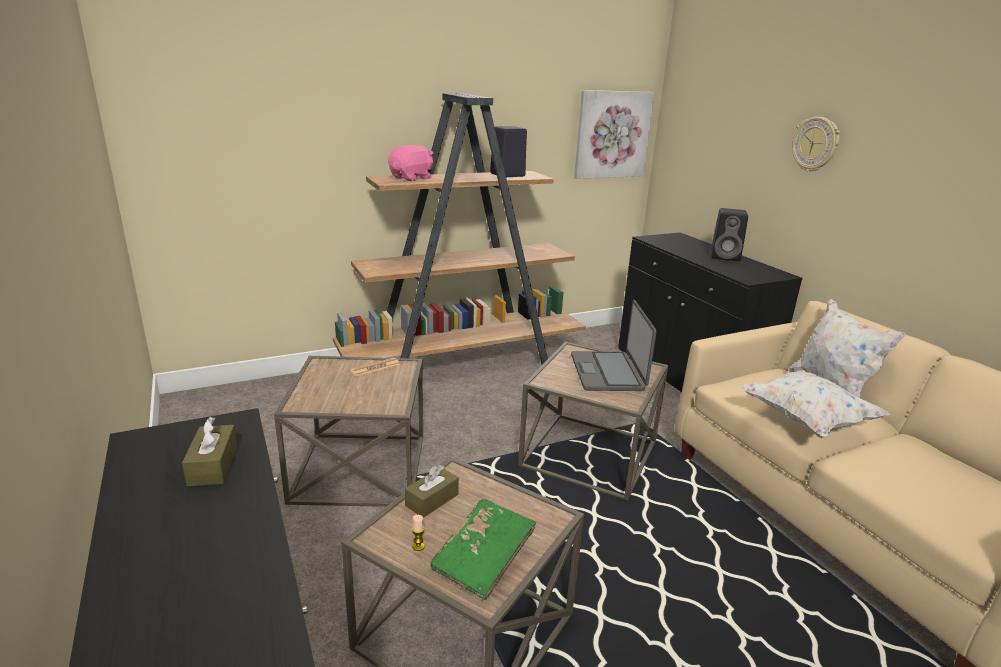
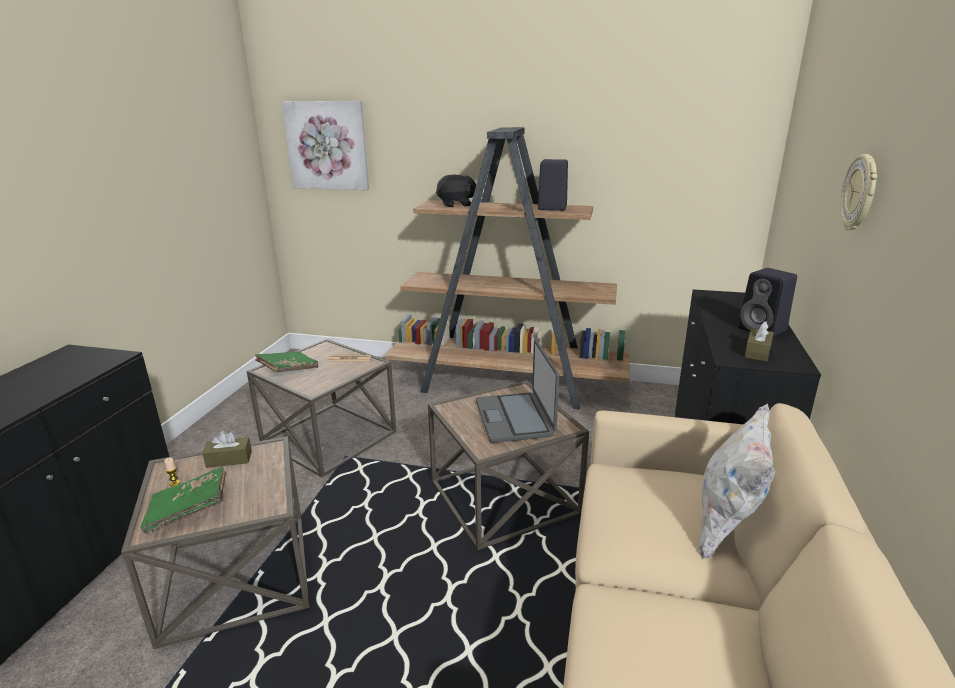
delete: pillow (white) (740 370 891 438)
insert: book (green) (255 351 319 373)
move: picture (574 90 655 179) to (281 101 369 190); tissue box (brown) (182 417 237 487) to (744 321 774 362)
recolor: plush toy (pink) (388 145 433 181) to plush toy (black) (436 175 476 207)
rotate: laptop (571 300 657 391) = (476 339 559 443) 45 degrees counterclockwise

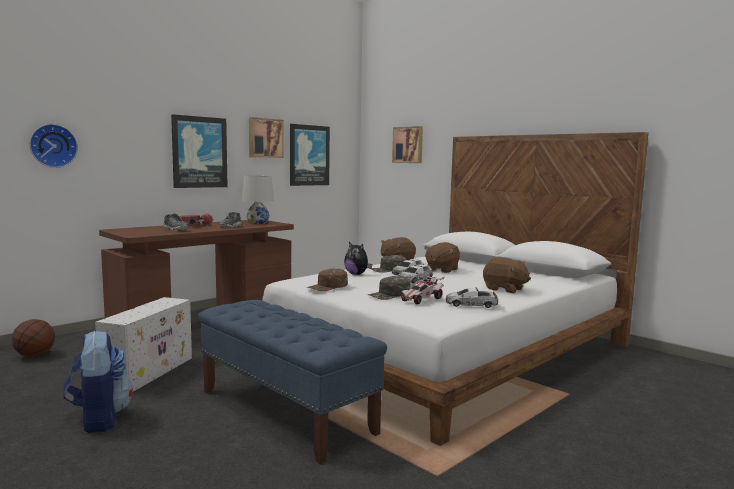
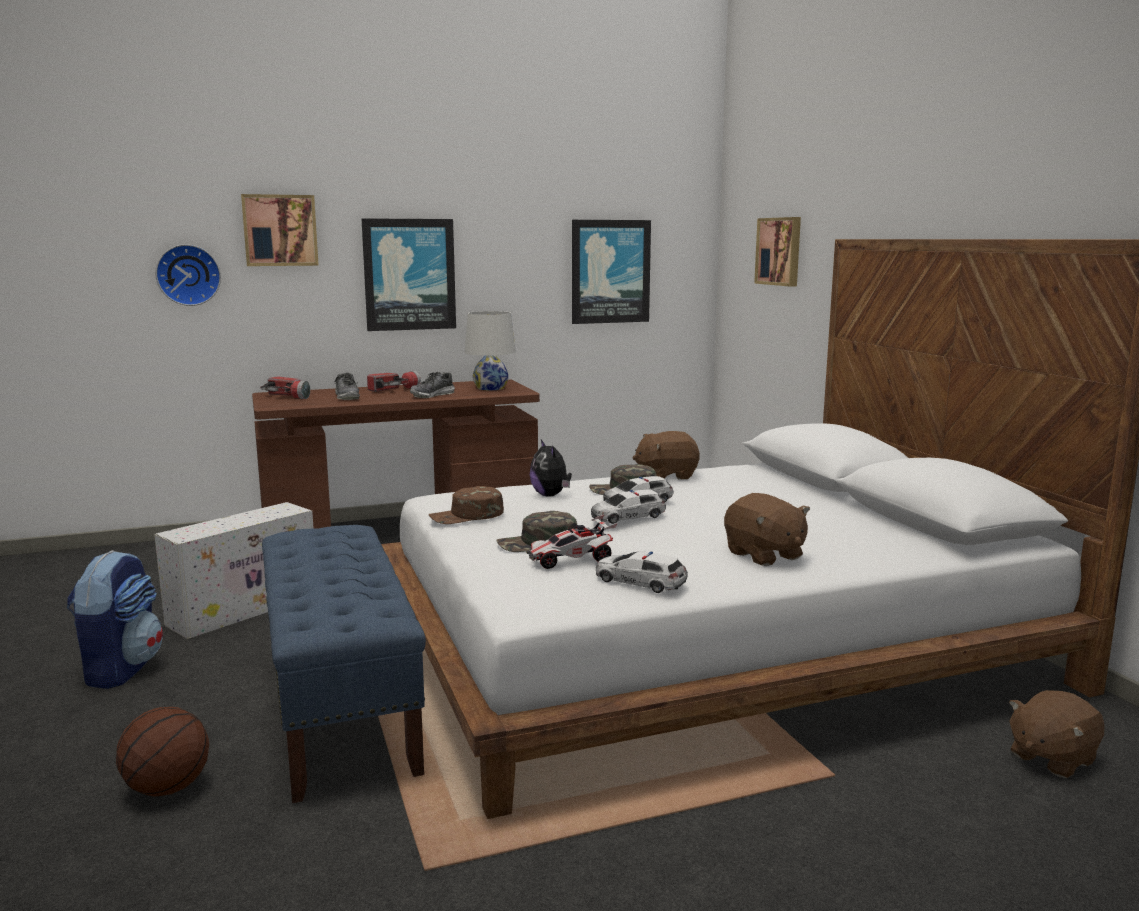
insert: flashlight (261 376 310 399)
move: basketball (11 319 55 357) to (116 707 209 796); picture (249 117 284 158) to (241 194 319 266); plush toy (brown) (424 242 460 273) to (1009 690 1105 778)

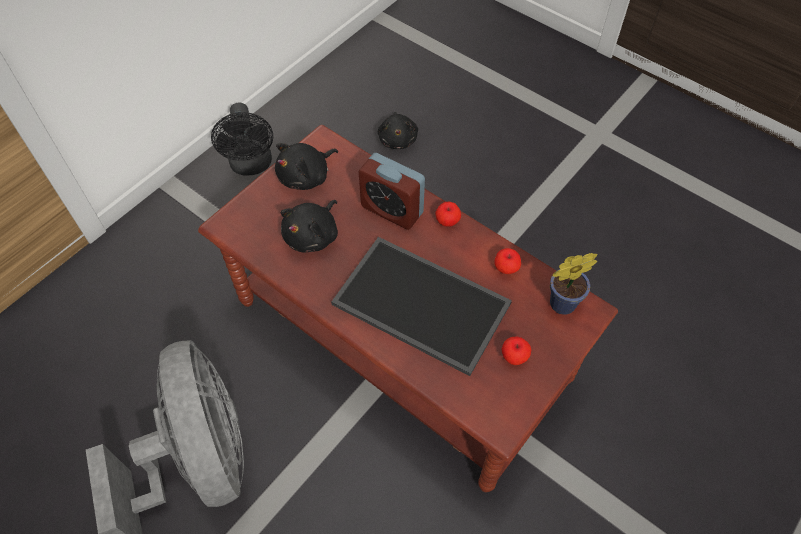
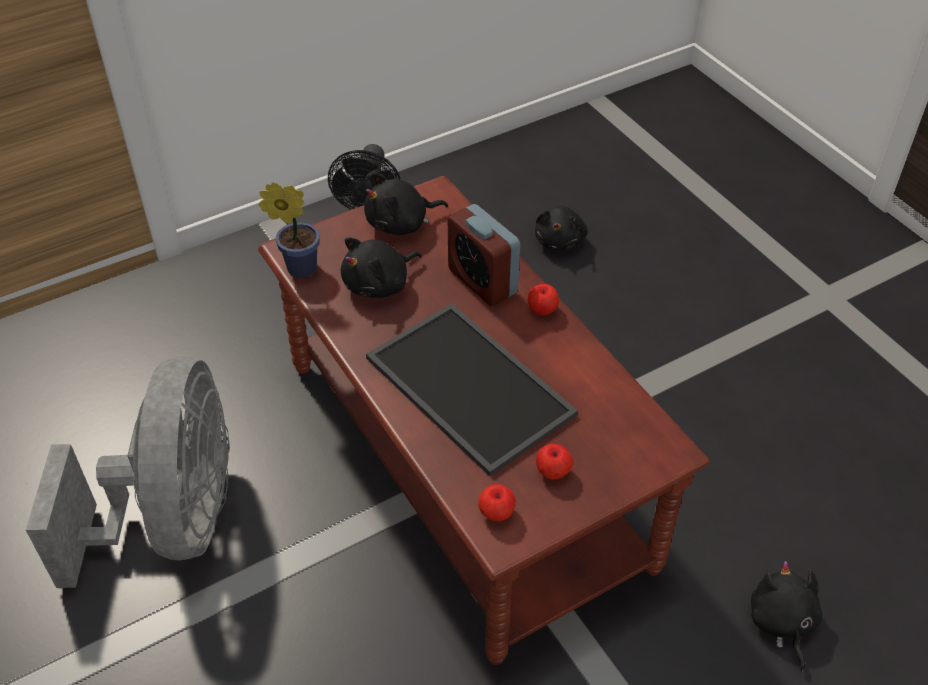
insert: plush toy (black) (751 561 823 672)
move: potted plant (550 253 597 315) to (259 182 320 278); apple (494 248 521 274) to (478 484 516 521)

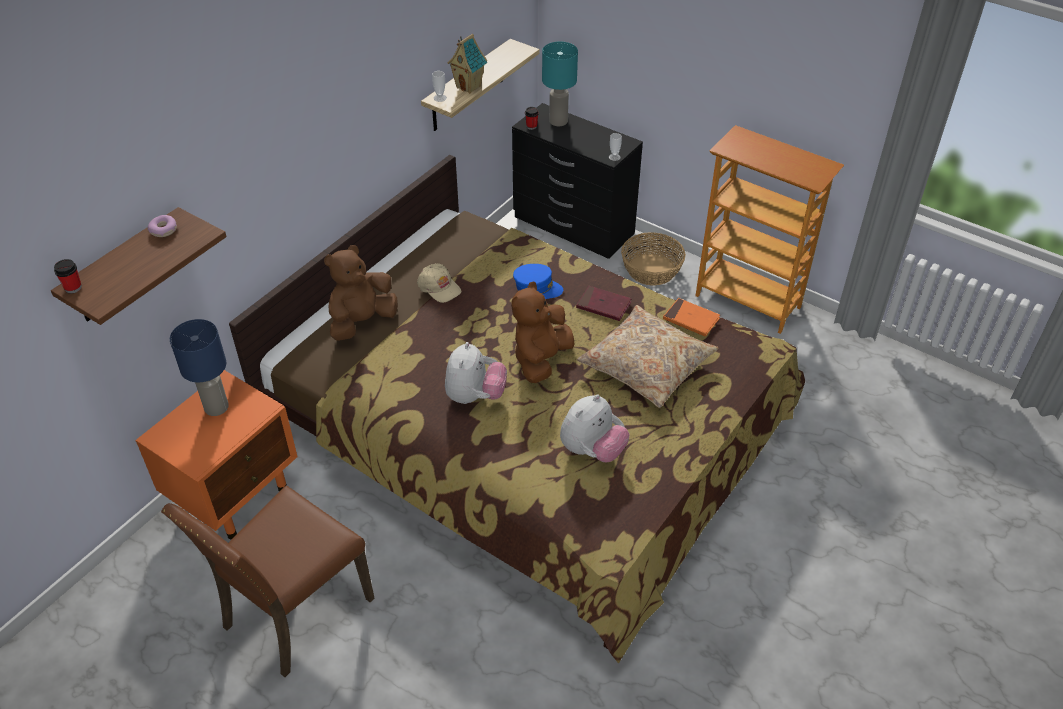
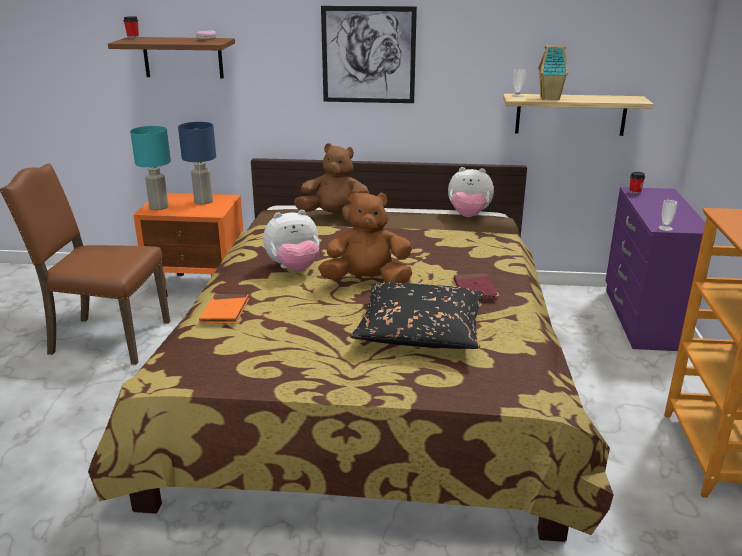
delete: cap (beige) (417 263 461 303); cap (blue) (513 264 563 299); basket (621 233 686 286)
insert: picture (321 6 417 103)
move: table lamp (turquoise) (542 42 578 126) to (130 126 171 210); book (orange) (663 298 720 337) to (199 294 249 323); plush toy (560 394 630 462) to (448 167 494 217)
recolor: pillow (beige) (577 305 719 408) to pillow (black) (350 282 484 349); dresser (black) (512 103 643 259) to dresser (purple) (606 187 716 351)

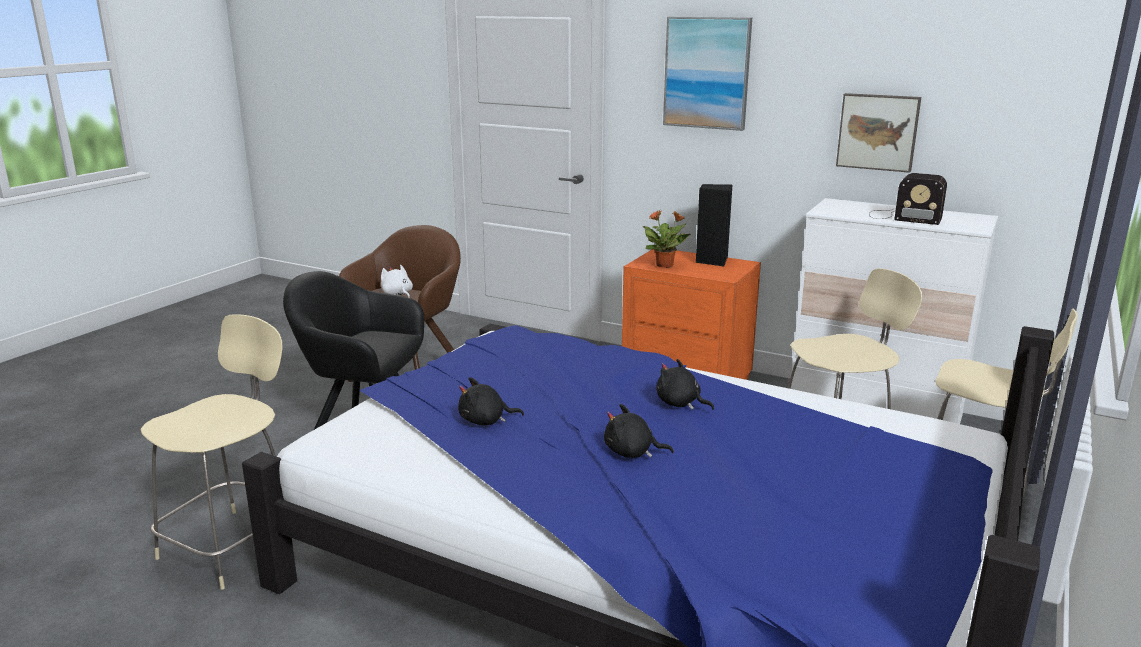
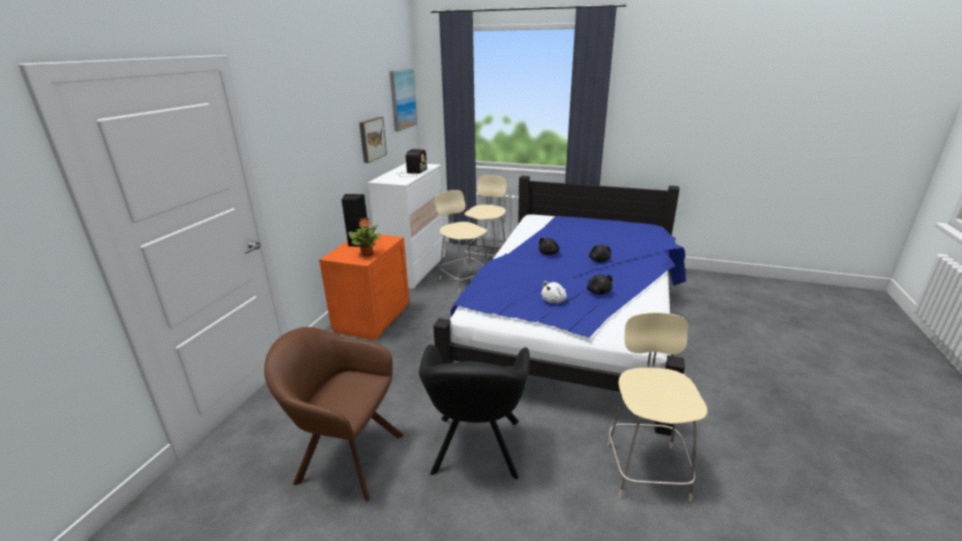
move: picture (663 17 752 131) to (390 69 417 132); plush toy (white) (381 265 413 298) to (541 281 567 303)
rotate: chair (beige) (141 314 282 590) = (607 312 708 501) 75 degrees clockwise

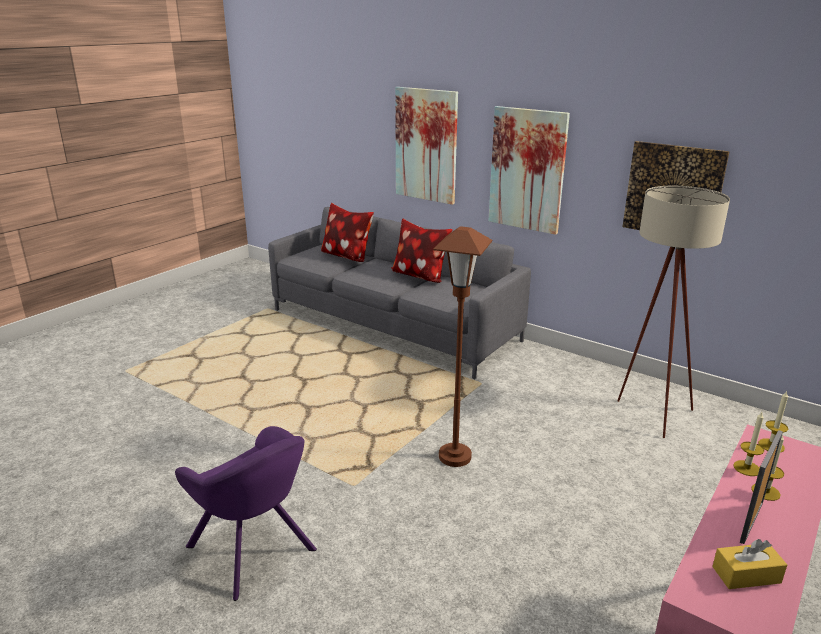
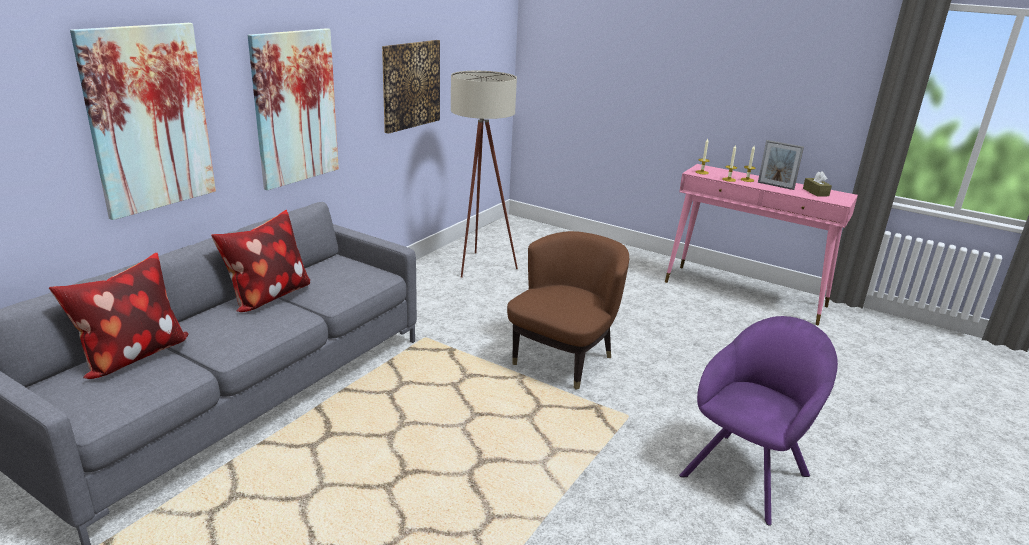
replace: floor lamp (brown) (433 226 492 467) to armchair (brown) (507 231 629 390)
recolor: tissue box (yellow) (712 539 787 589) to tissue box (brown) (803 171 832 197)

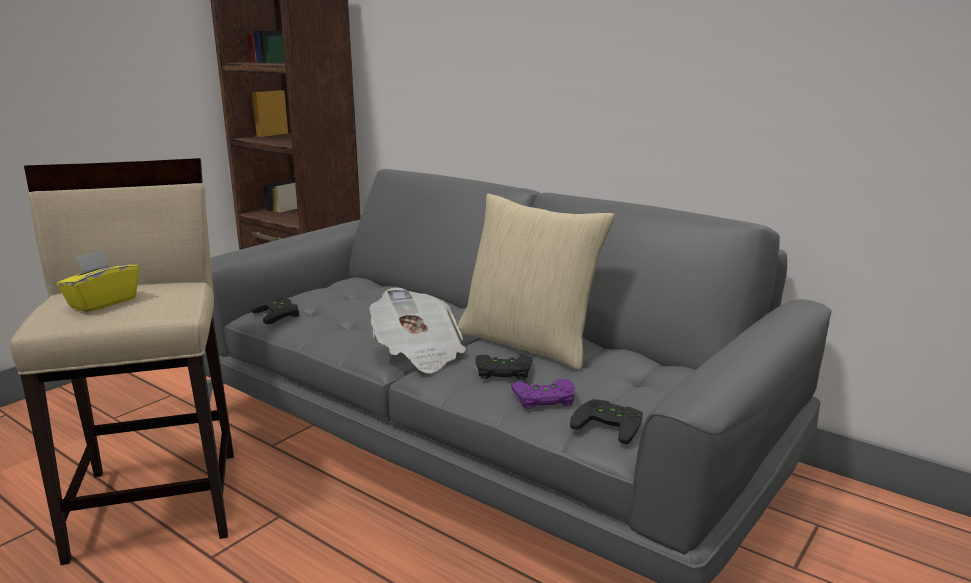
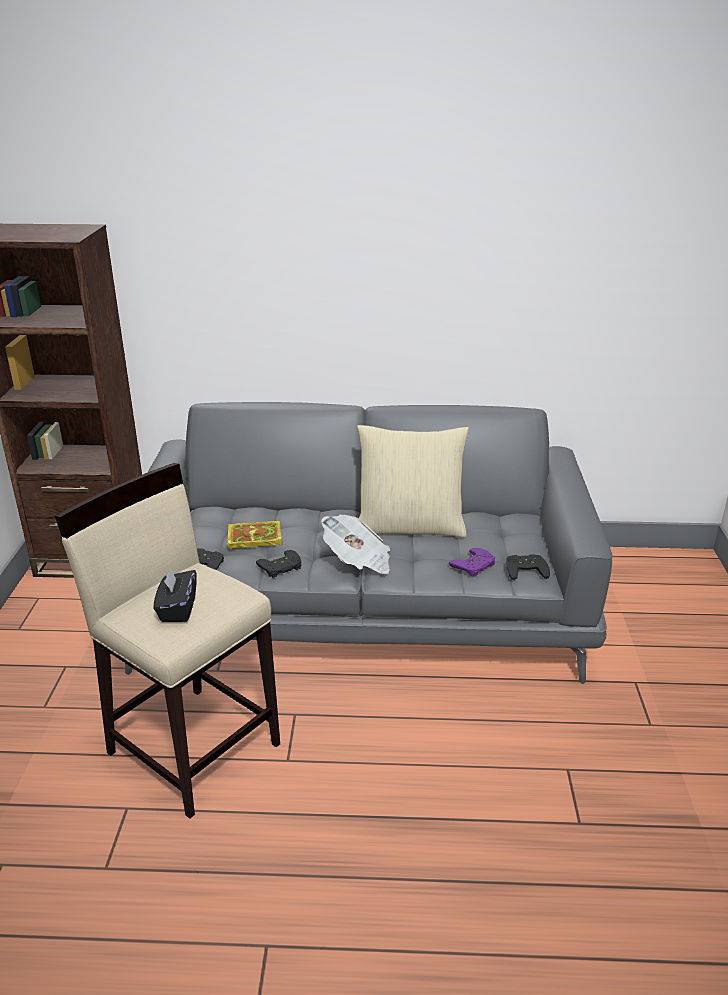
insert: book (227 521 283 549)
move: game controller (black) (475 355 533 380) to (256 550 301 578)
recolor: tissue box (yellow) (56 250 139 313) to tissue box (black) (154 567 196 622)

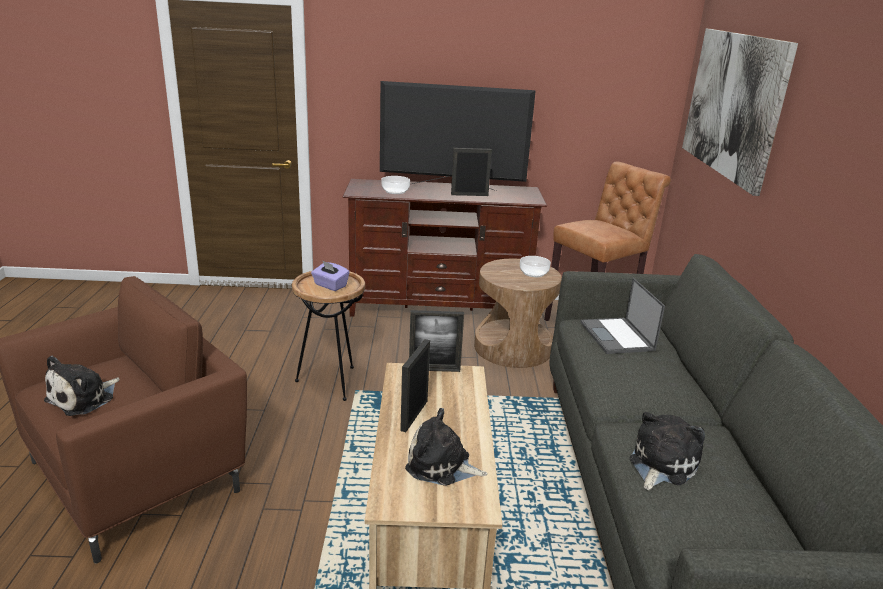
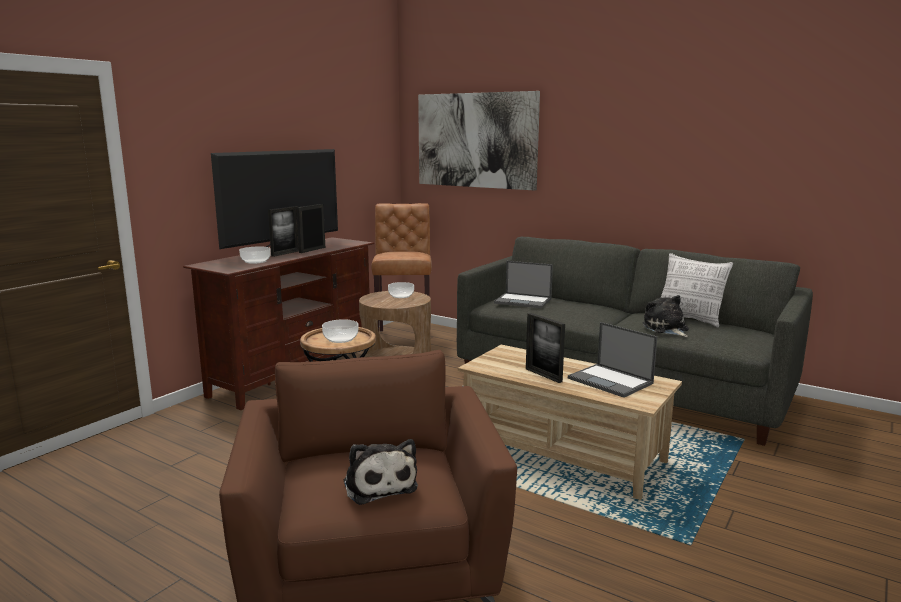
insert: pillow (661 253 733 327)
move: picture frame (409 310 464 372) to (268 206 299 257)
replace: tissue box (purple) (311 260 350 291) to bowl (322 319 358 343); plush toy (405 408 487 486) to laptop (568 322 658 398)

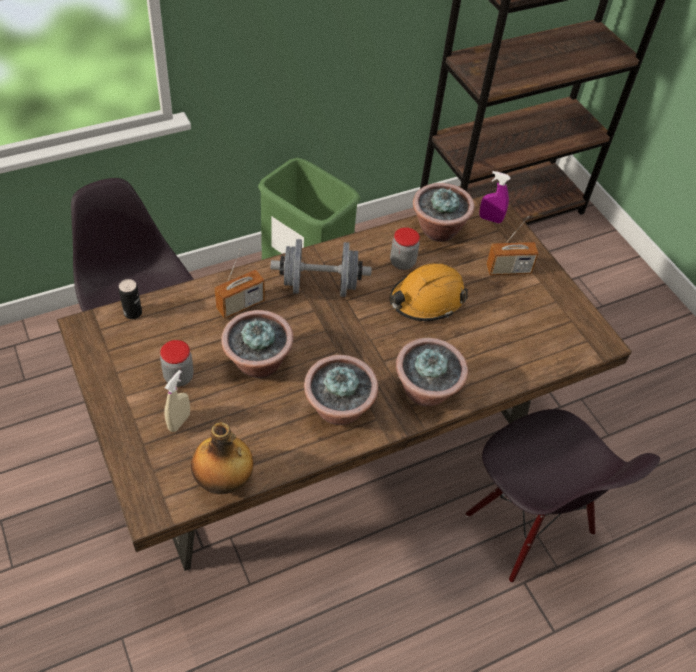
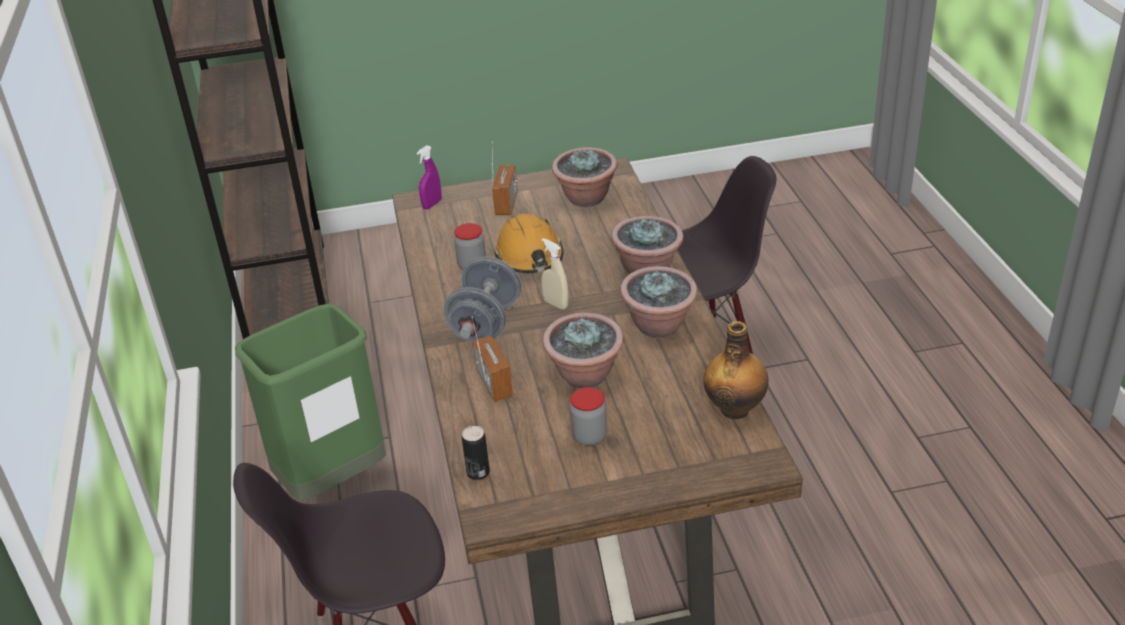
move: spray bottle (beige) (165 370 190 432) to (541 238 569 309); potted plant (413 183 474 242) to (552 147 618 207)

